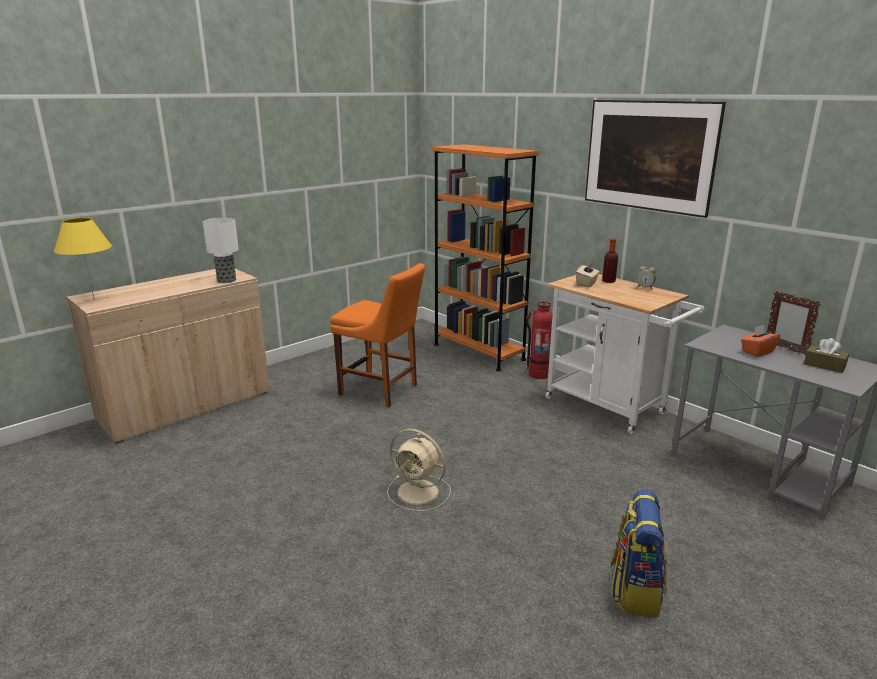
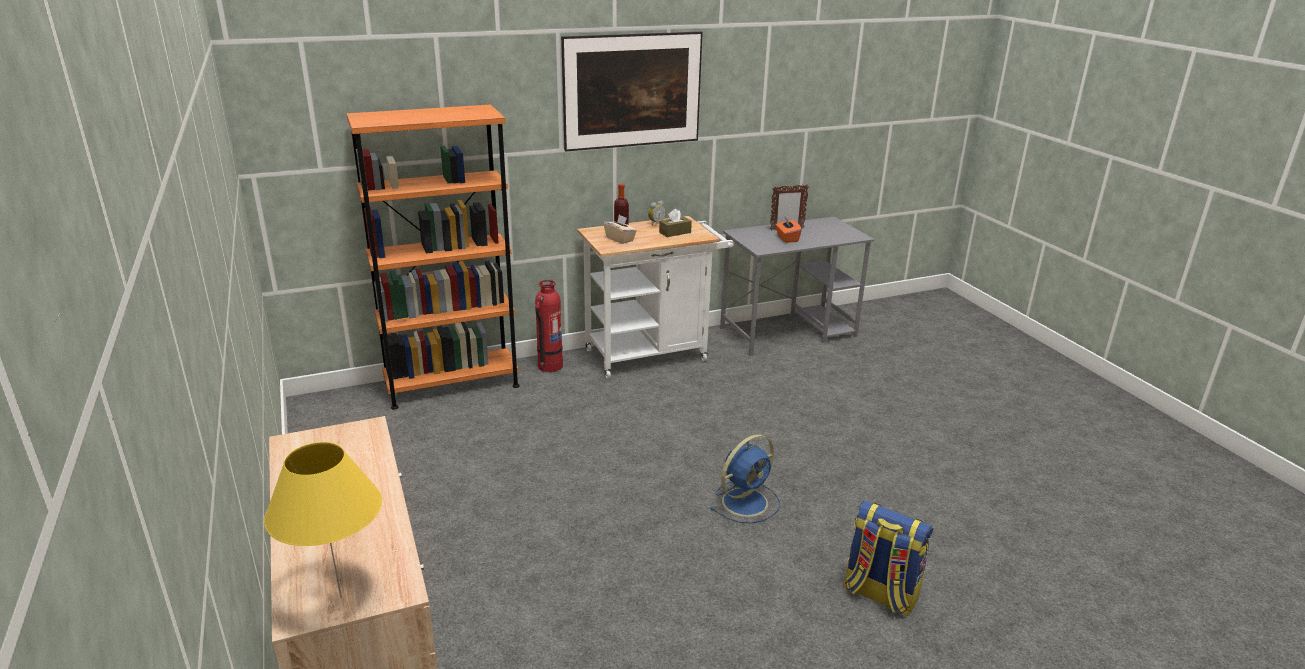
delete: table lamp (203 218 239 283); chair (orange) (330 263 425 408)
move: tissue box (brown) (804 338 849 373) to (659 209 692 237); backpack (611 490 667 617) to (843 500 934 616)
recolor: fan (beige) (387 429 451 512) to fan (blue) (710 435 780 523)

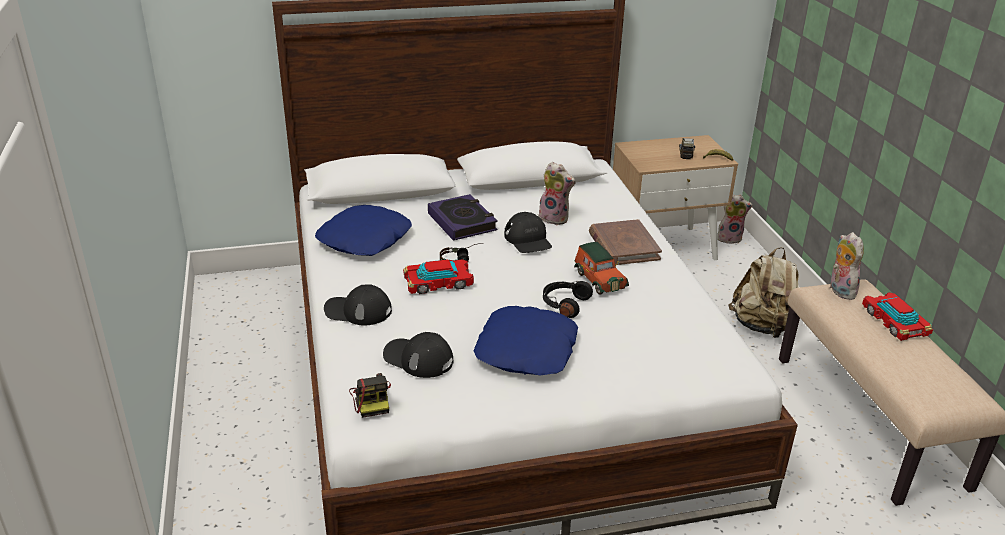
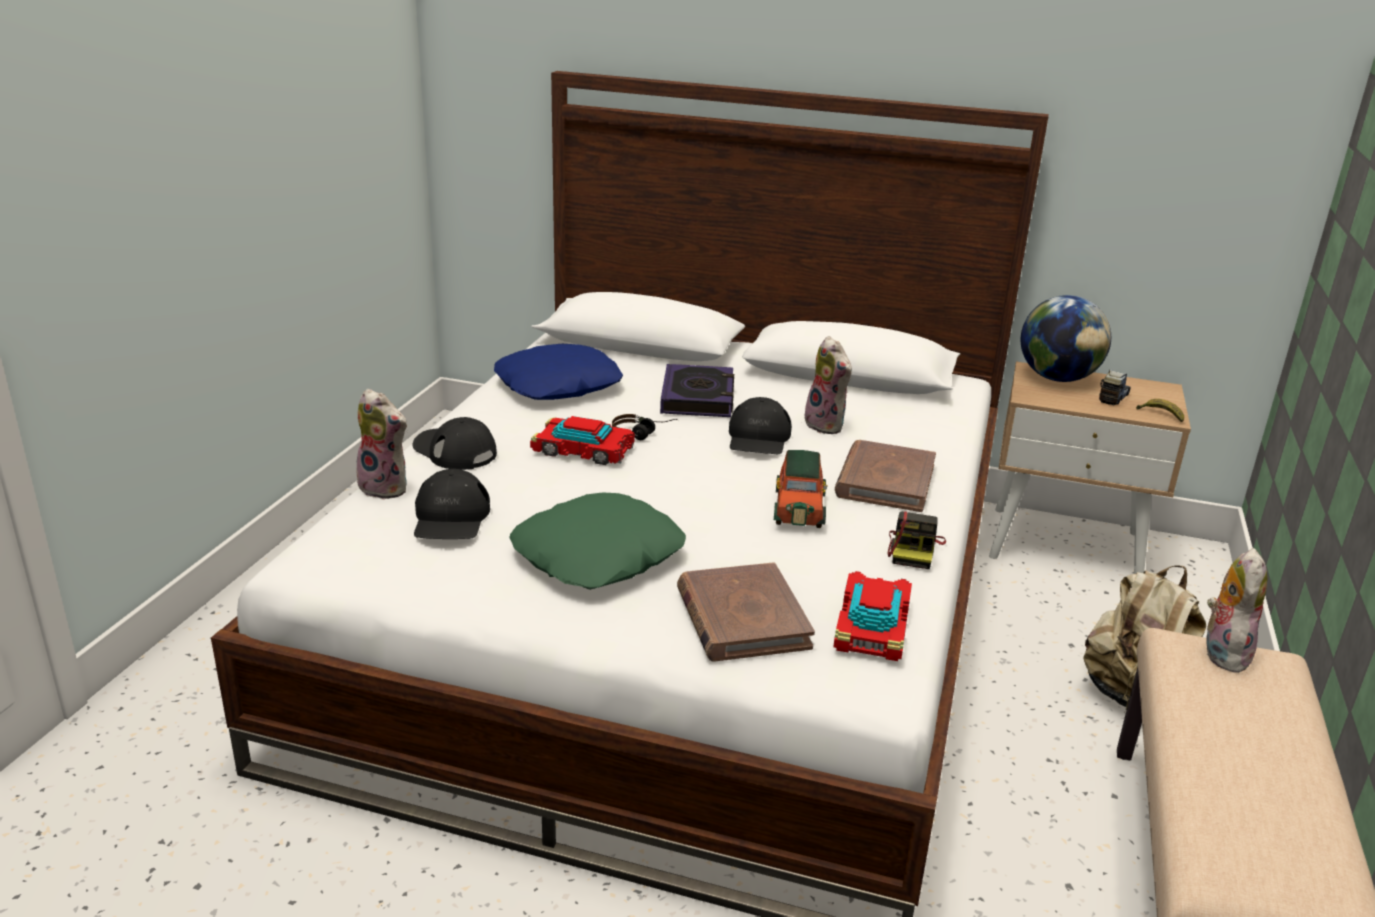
delete: headphones (black) (543 281 593 318)
insert: book (brown) (677 563 815 662); globe (1021 295 1111 382)
move: plush toy (717 195 753 244) to (357 389 407 500); toy car (862 292 933 341) to (833 571 912 661); photo camera (349 373 391 418) to (888 511 946 569)
recolor: pillow (blue) (473 306 578 375) to pillow (green) (510 493 686 590)
rotate: cap (black) (383 332 453 378) = (414 469 490 539) 150 degrees counterclockwise

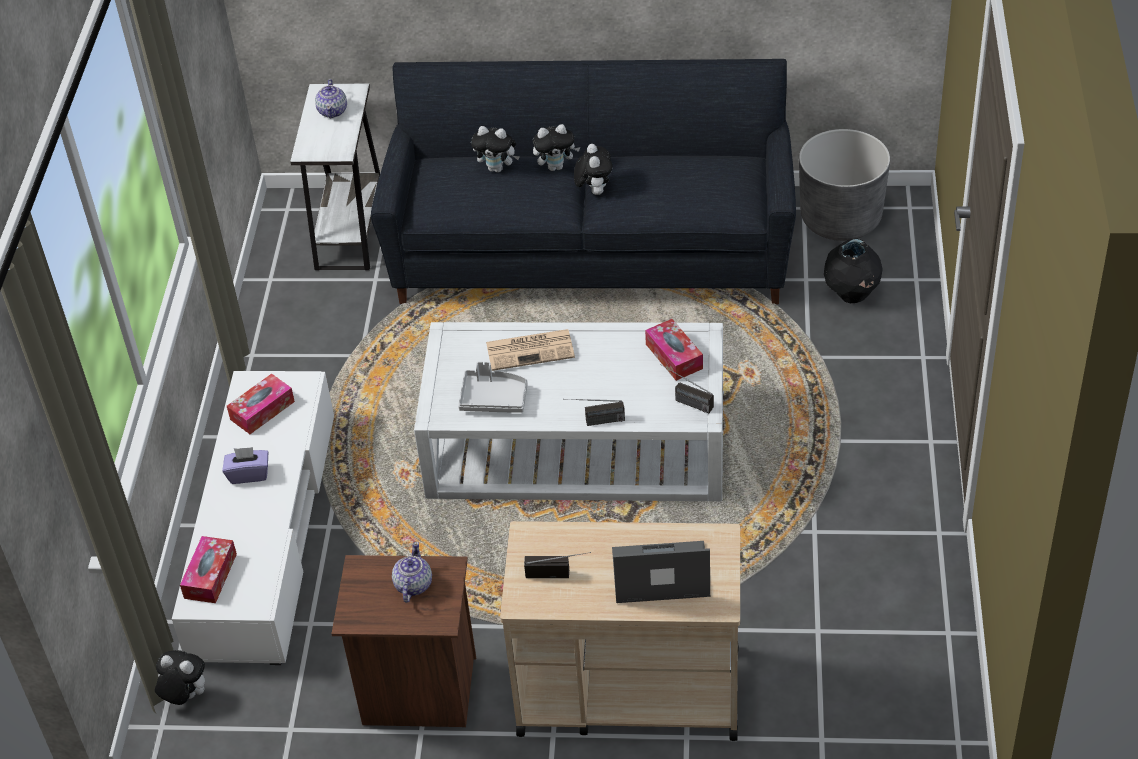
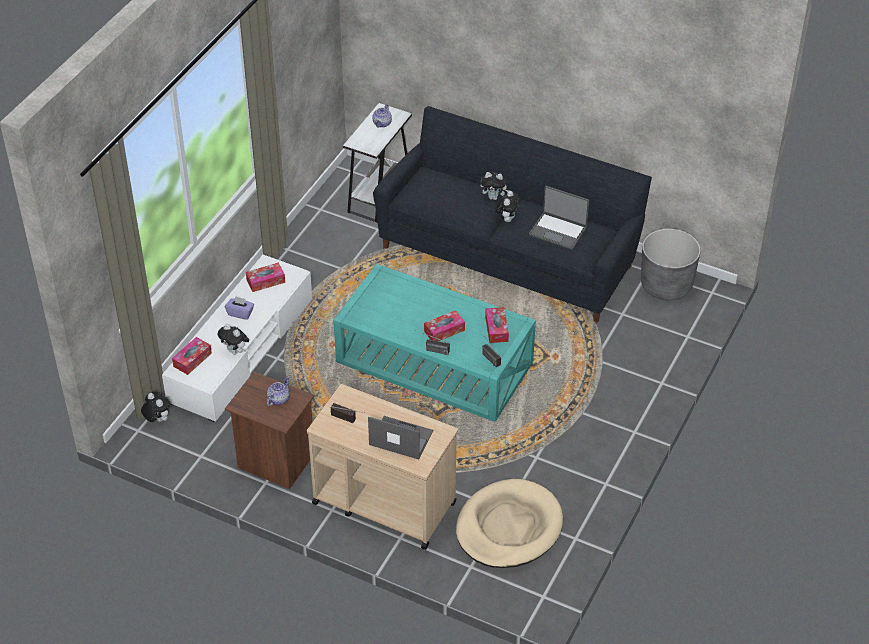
delete: tray (grey) (458 361 528 413); newspaper (486 329 575 371); vase (black) (824 239 882 303)
insert: tissue box (424 310 465 341); dog bed (beige) (456 479 563 568); laptop (529 186 589 250)
move: plush toy (471 126 520 173) to (217 324 249 355)
recolor: coffee table (white) (414 322 724 501) to coffee table (turquoise) (334 264 536 422)

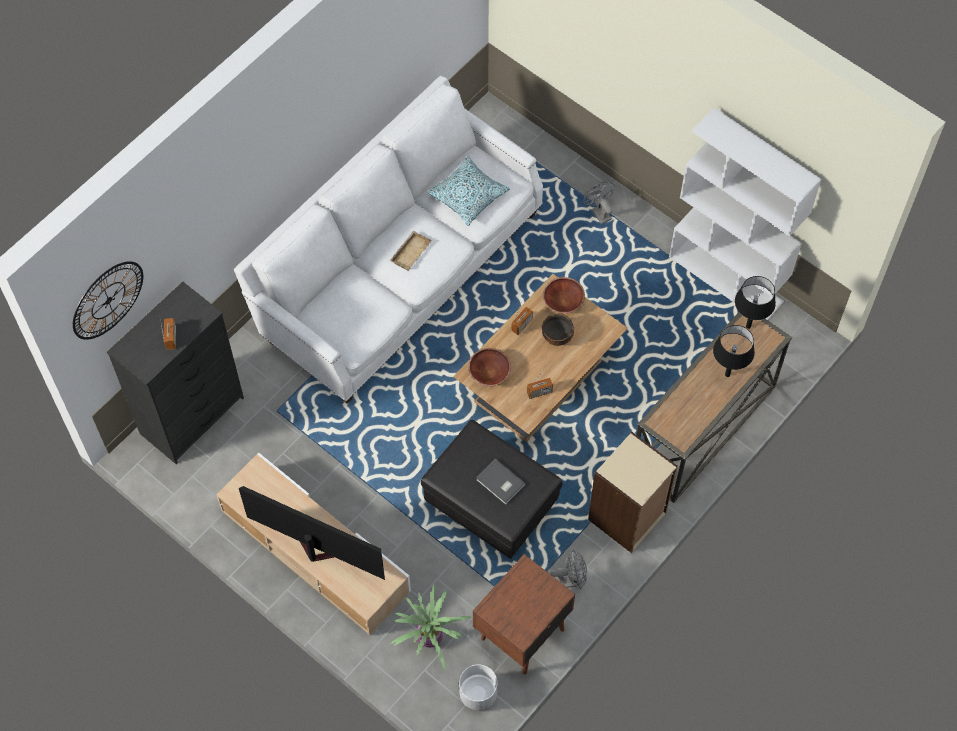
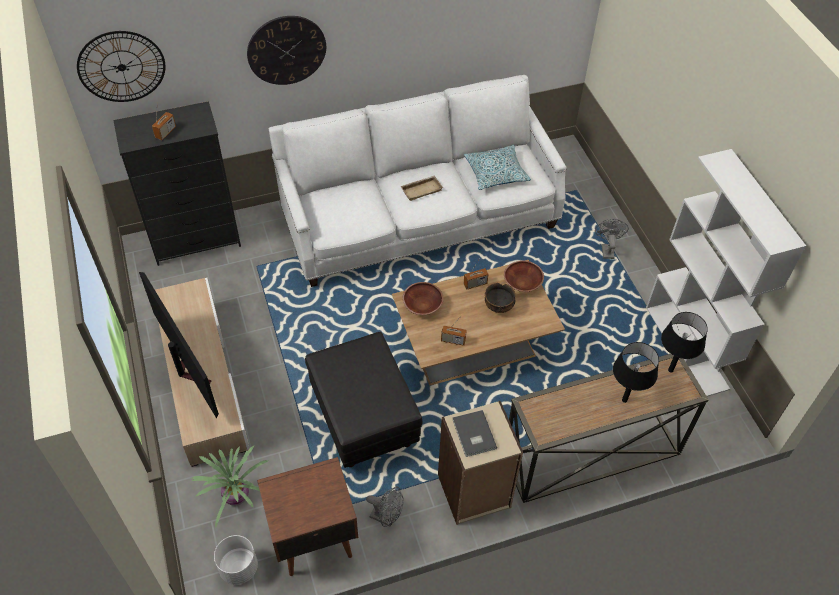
insert: wall clock (247 16 326 85)
move: book (grey) (476 459 526 505) to (453 410 497 457)

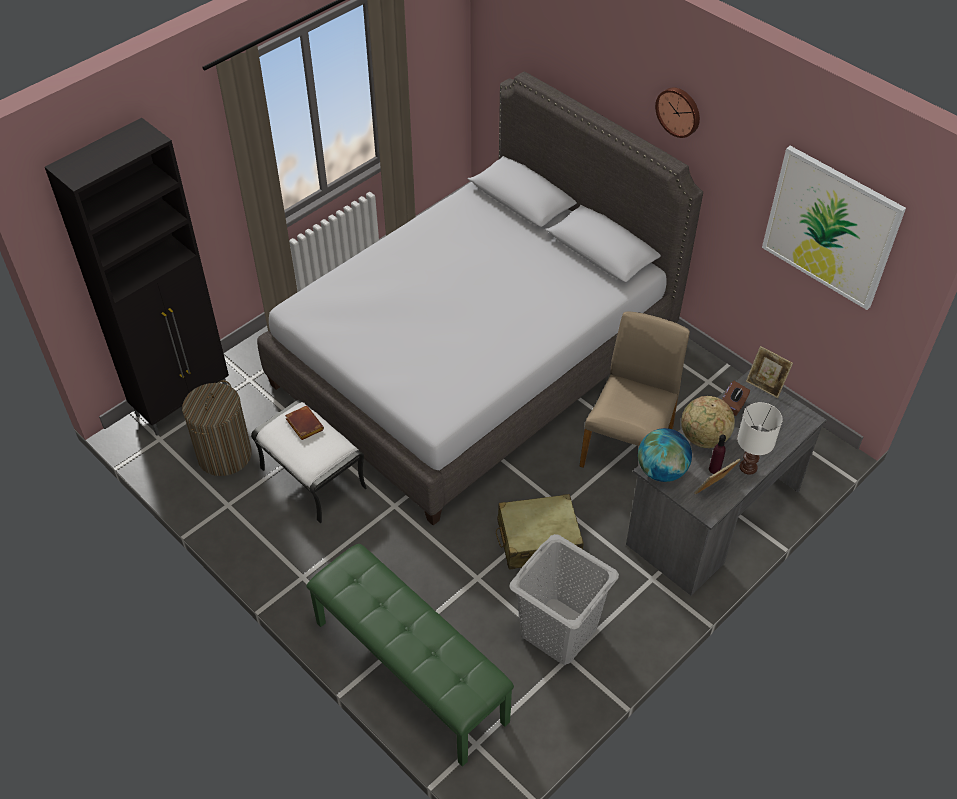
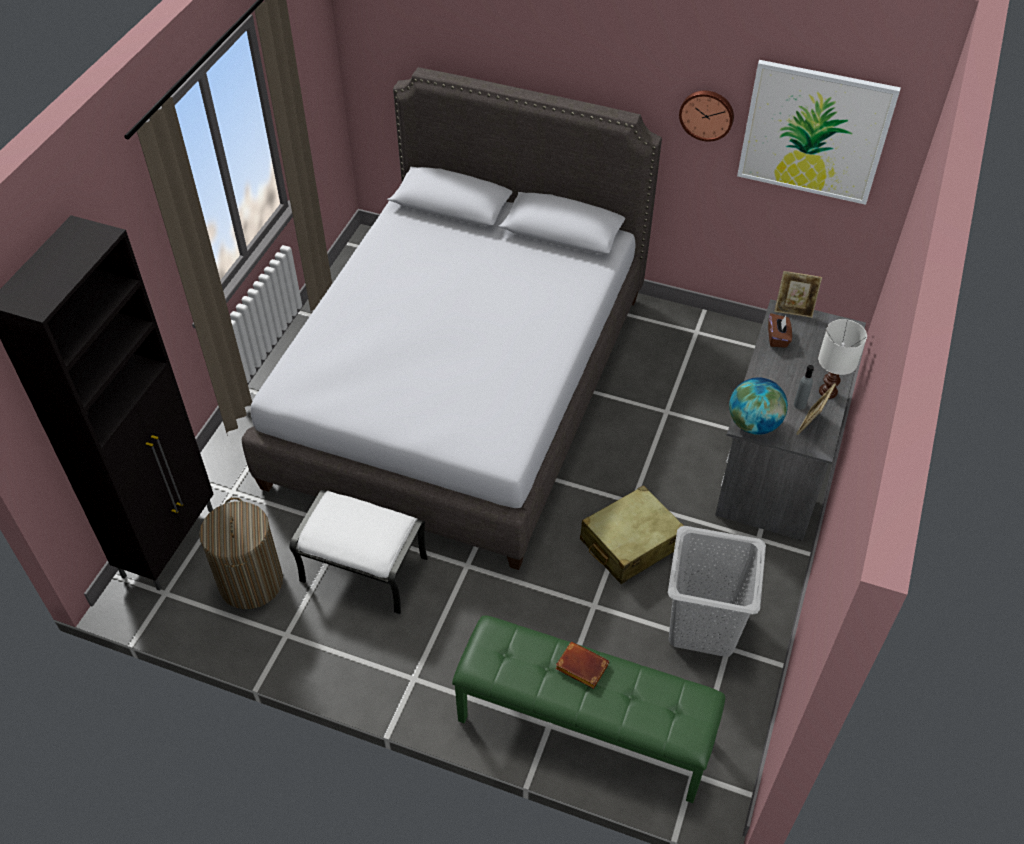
delete: chair (beige) (579 311 690 468); globe (681 396 735 448)
move: book (brown) (285 406 324 440) to (555 641 609 689); wall clock (655 87 700 138) to (679 91 734 142)
recolor: bottle (purple) (709 435 726 474) to bottle (grey) (794 365 814 409)

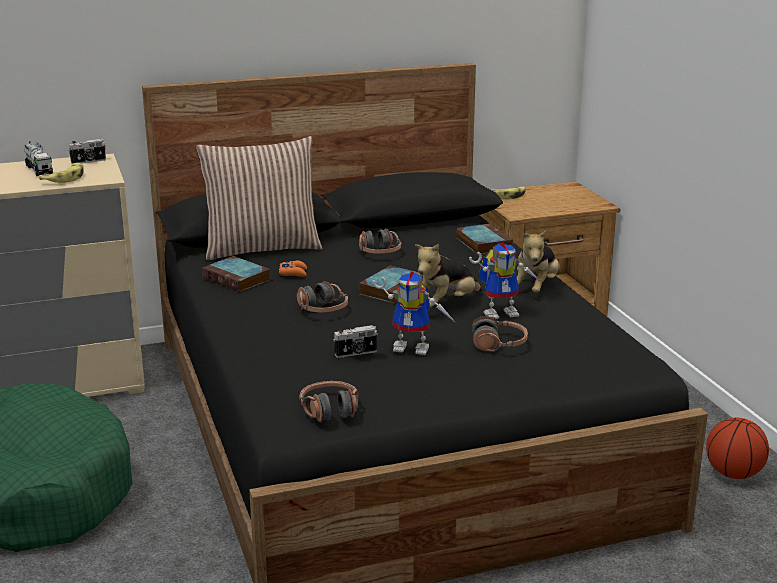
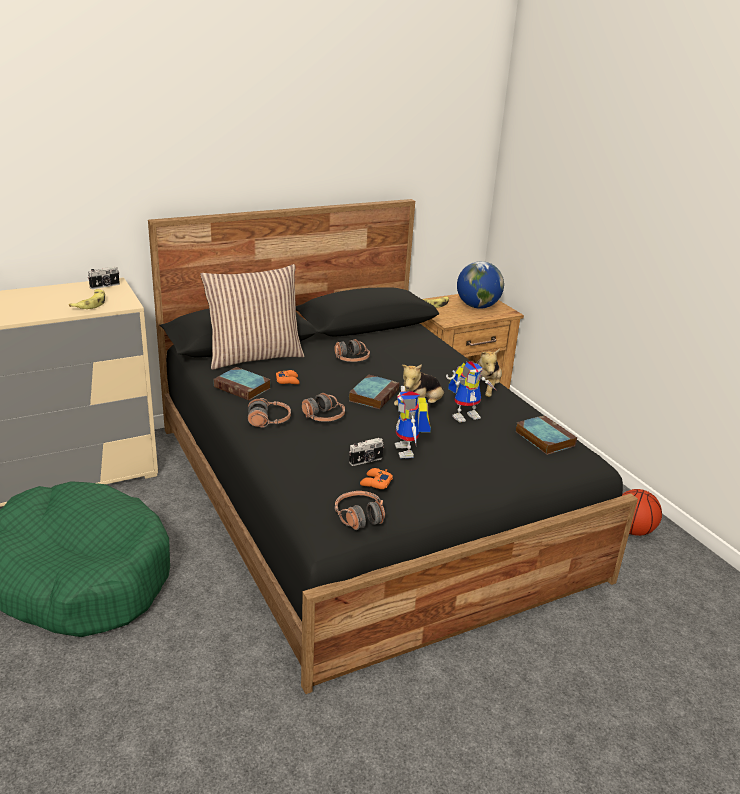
delete: toy truck (24 141 53 176)
insert: game controller (orange) (360 468 393 489); globe (457 261 504 309)
move: headphones (472 316 528 352) to (247 398 291 428); book (456 223 513 254) to (515 415 577 455)
rotate: toy robot (372 271 456 355) = (395 386 431 459) 75 degrees clockwise

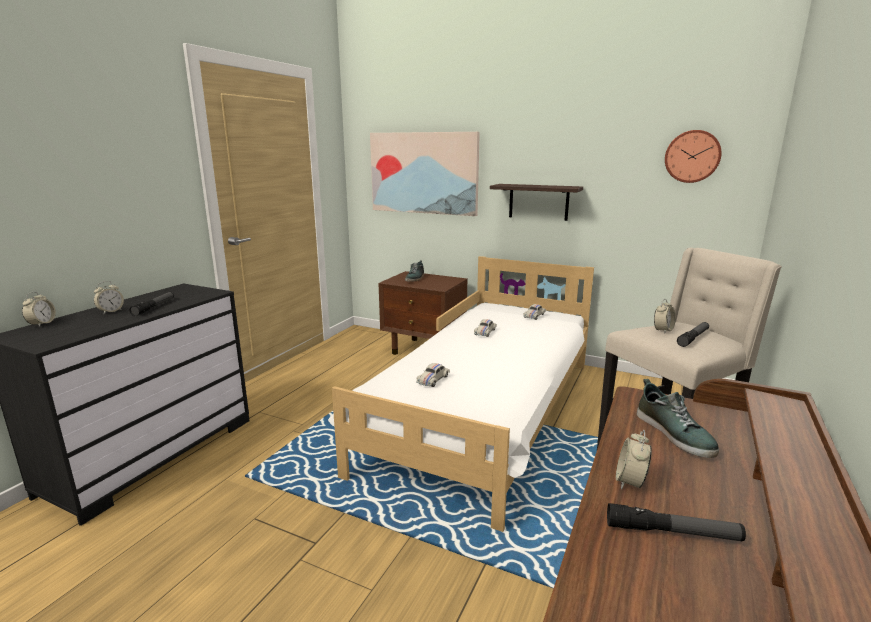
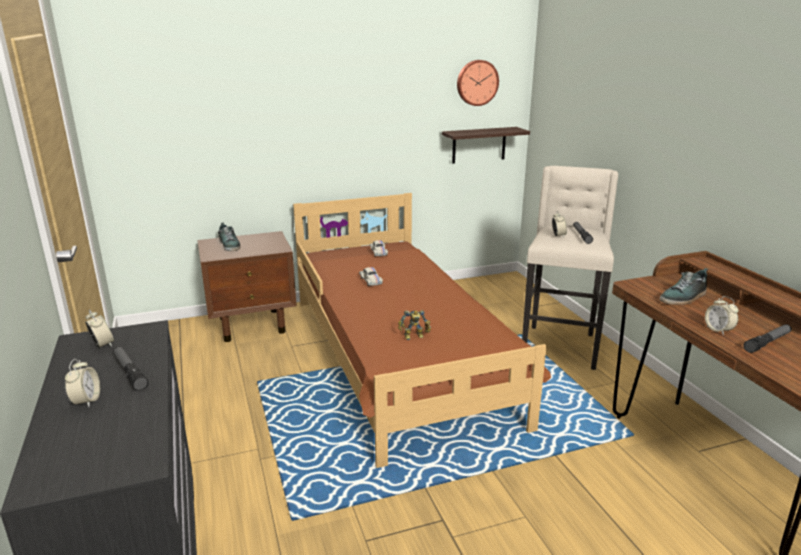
delete: picture (370 132 480 216)
move: alarm clock (22 292 56 327) to (85 310 114 348); shelf (490 184 583 221) to (442 127 530 164)
replace: toy car (white) (416 363 450 387) to toy robot (398 310 431 340)
recolor: bed (white) (328 256 594 532) to bed (brown) (293 193 551 468)
rotate: shoe (637 379 719 458) = (660 268 708 305) 120 degrees clockwise

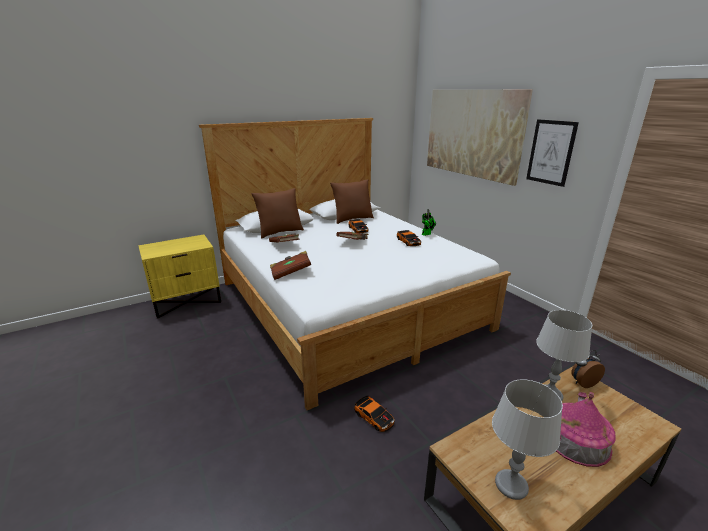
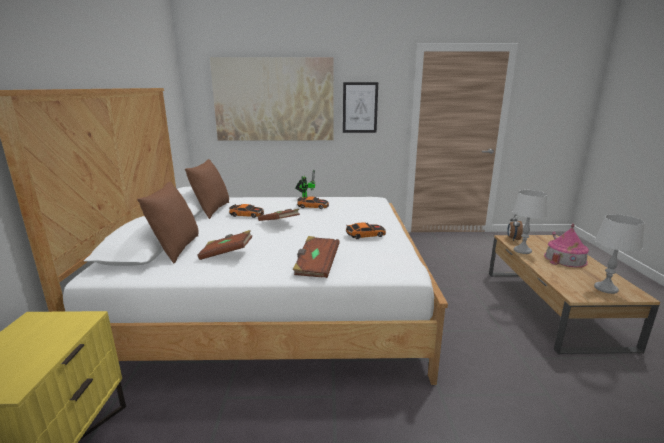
move: toy car (354 396 394 432) to (346 222 386 239)

